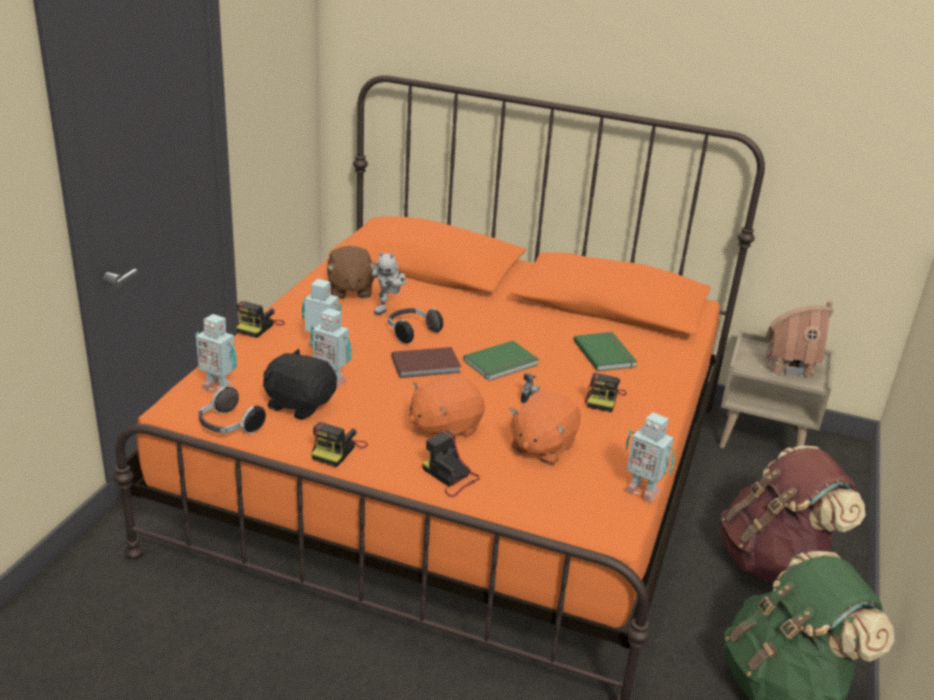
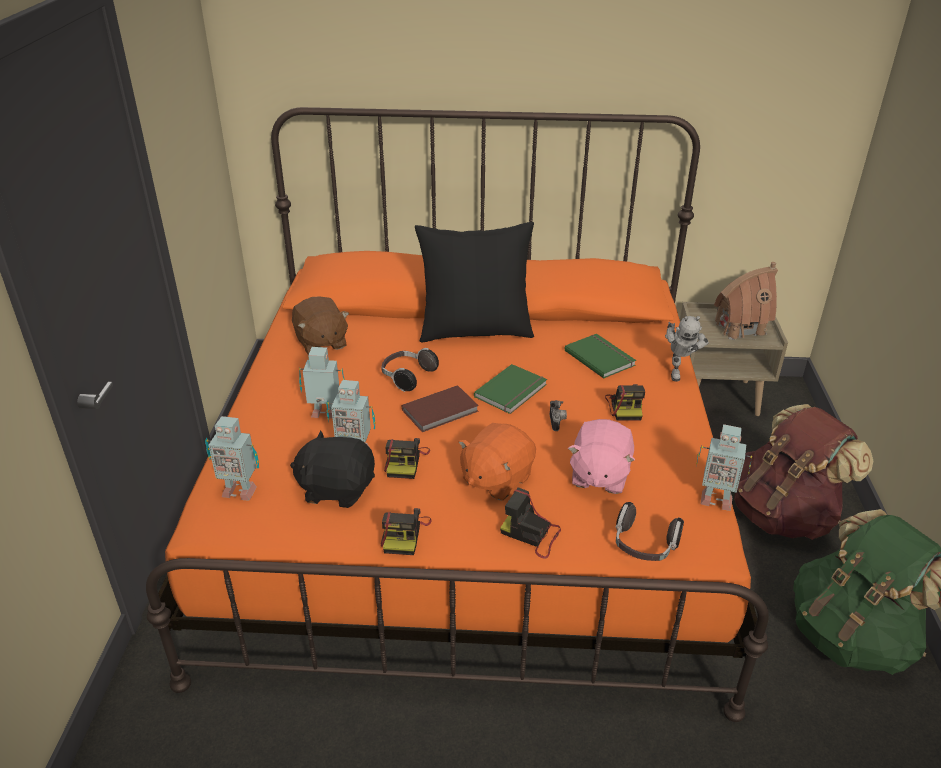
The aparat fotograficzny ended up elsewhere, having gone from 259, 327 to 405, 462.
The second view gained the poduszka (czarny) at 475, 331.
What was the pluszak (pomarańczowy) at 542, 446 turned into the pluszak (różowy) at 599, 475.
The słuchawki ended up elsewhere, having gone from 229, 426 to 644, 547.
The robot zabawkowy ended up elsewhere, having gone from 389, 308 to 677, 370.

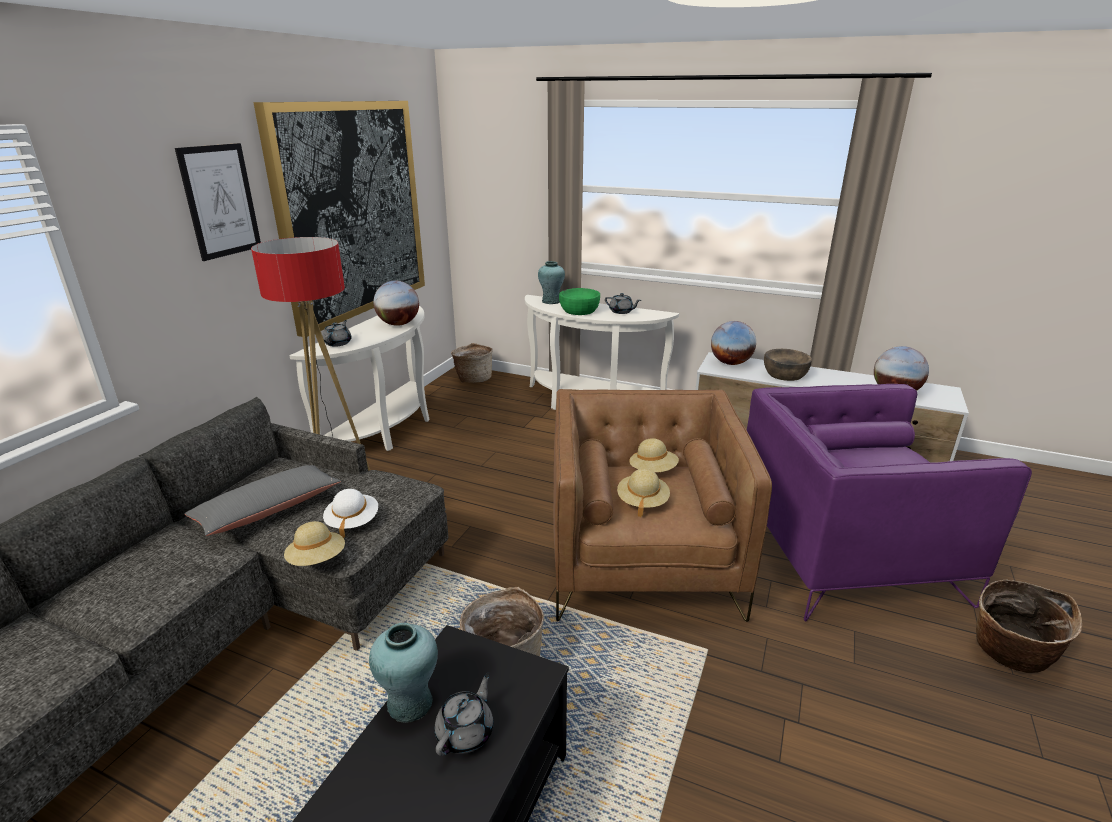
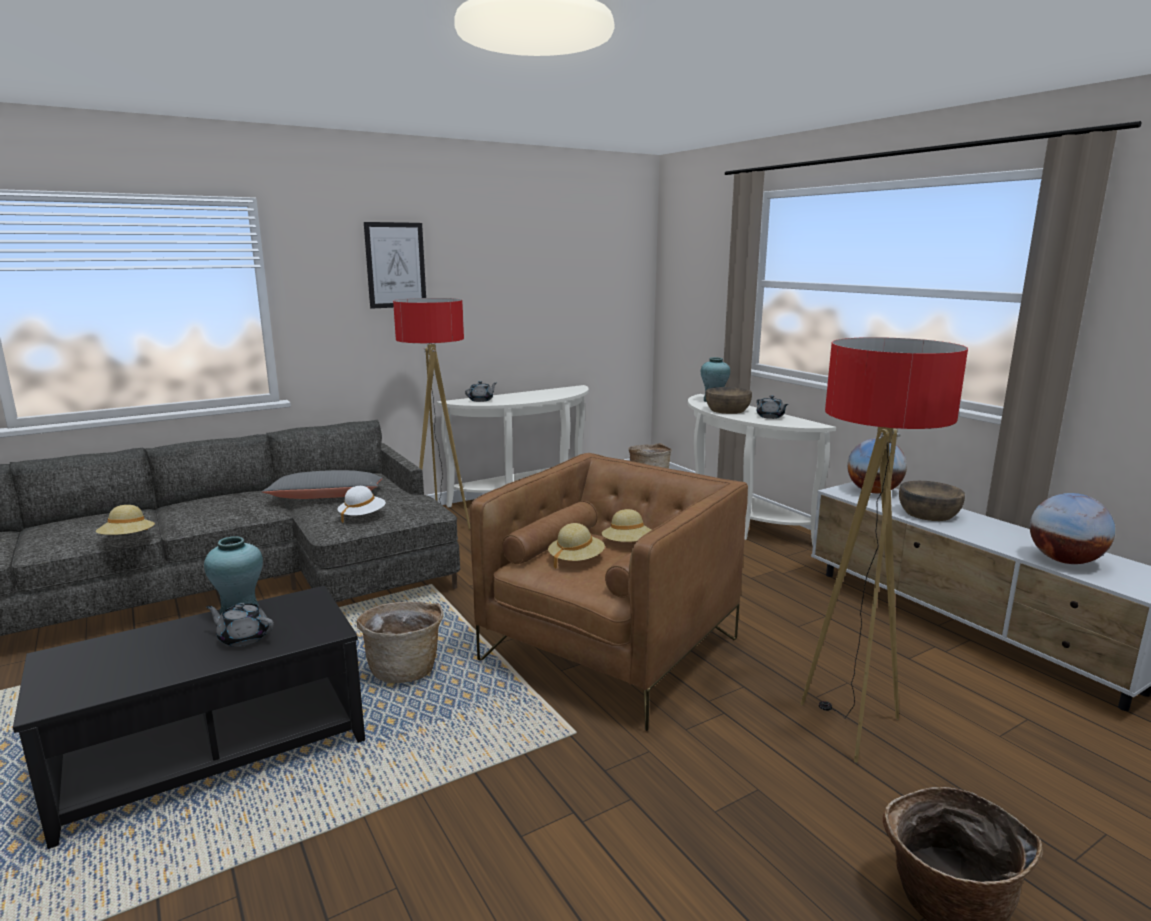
The kapelusz (beżowy) ended up elsewhere, having gone from 317, 560 to 128, 539.
The imbryk (szary) at 466, 732 ended up facing another way, 135 degrees counterclockwise from before.
What was the miska (zielony) at 579, 310 turned into the miska (brązowy) at 727, 410.
Where the fotel (fioletowy) stood at 843, 555, the lampa stojąca came to stand at 850, 727.
The second view lost the obraz at 351, 211.
The second view lost the globus at 399, 324.

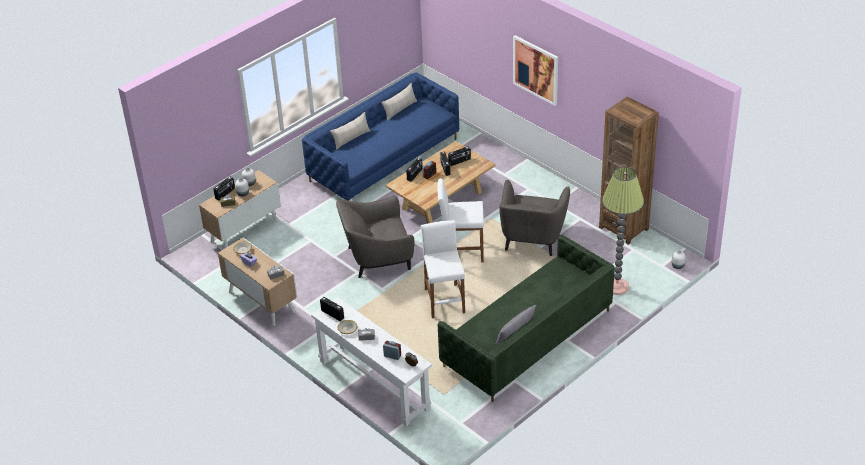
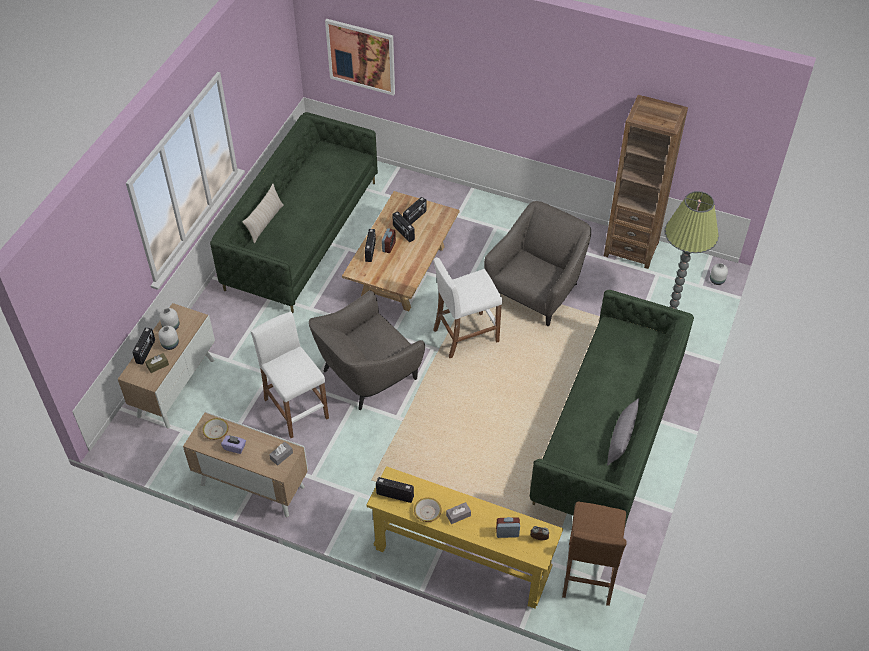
What was the kanapa (niebieski) at 384, 159 turned into the kanapa (zielony) at 302, 234.
The stołek (biały) ended up elsewhere, having gone from 444, 301 to 296, 408.
The obraz ended up elsewhere, having gone from 536, 70 to 361, 56.
What was the stolik konsolowy (biały) at 374, 384 turned into the stolik konsolowy (żółty) at 462, 560.
The fotel (szary) at 532, 237 ended up facing another way, 135 degrees counterclockwise from before.
The second view gained the stołek (brązowy) at 589, 573.
The second view lost the poduszka (beżowy) at 400, 109.

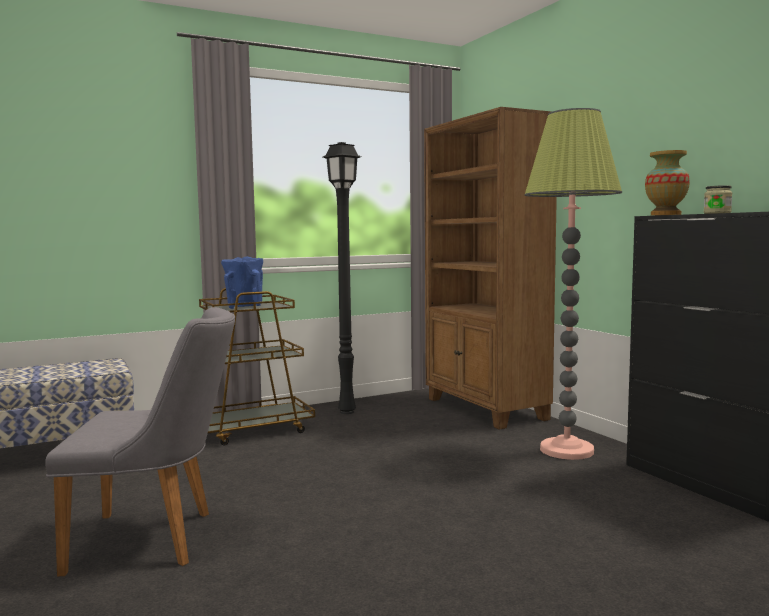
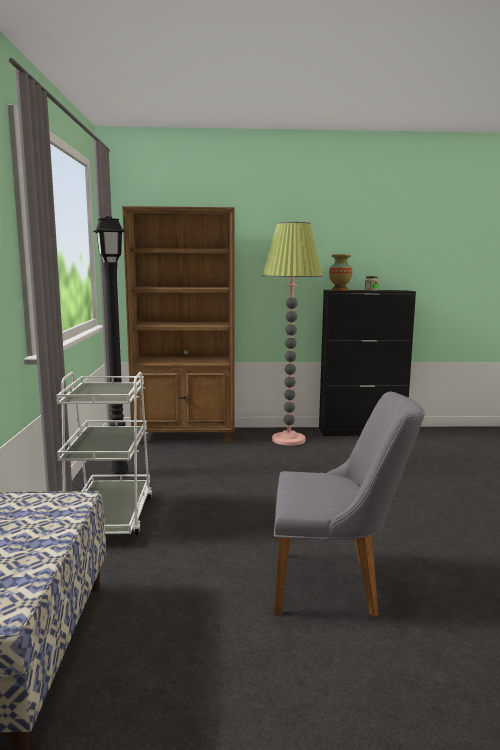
What was the wózek (brązowy) at 251, 430 turned into the wózek (biały) at 110, 517.
The krzesło (szary) at 157, 539 ended up facing another way, 75 degrees clockwise from before.
The second view lost the wazon (niebieski) at 244, 306.

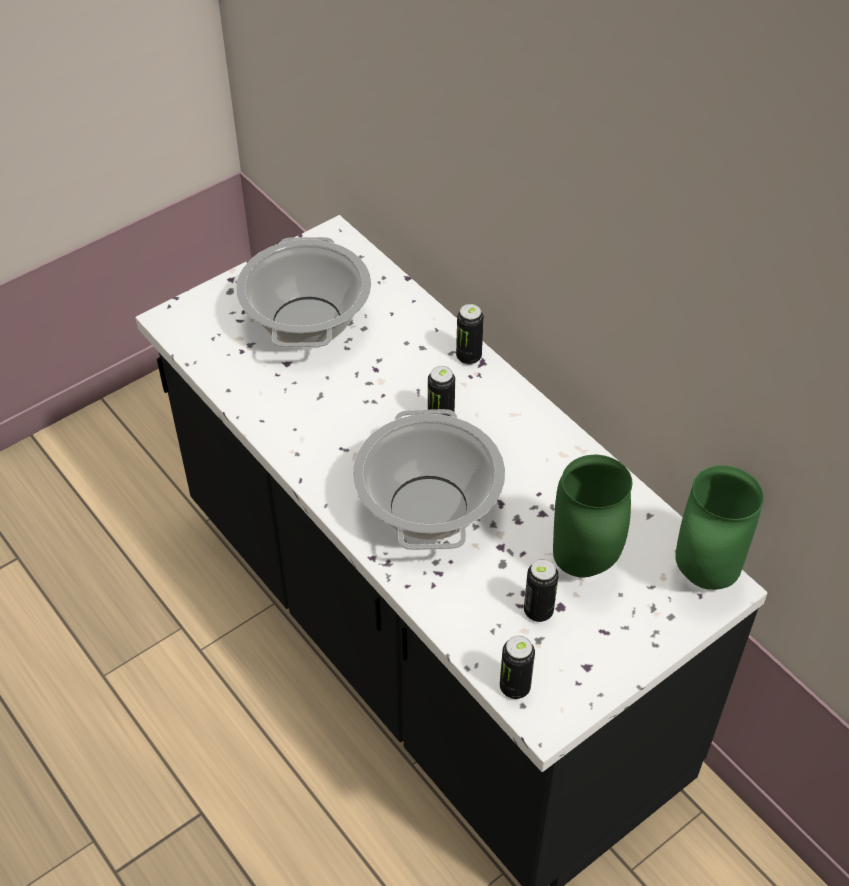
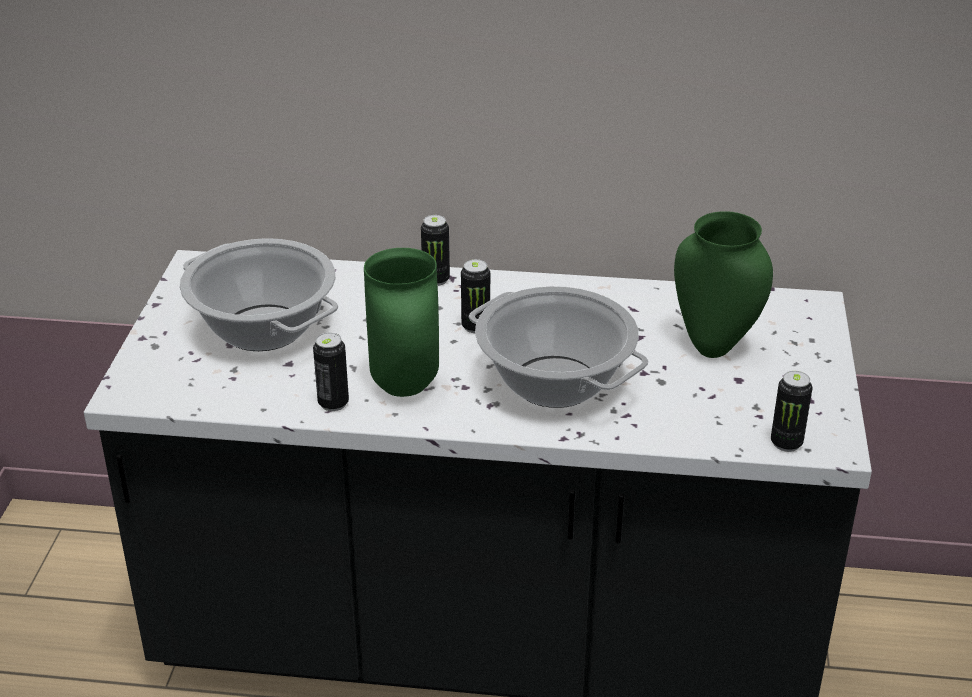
The puszka ended up elsewhere, having gone from 538, 611 to 333, 403.
The wazon (zielony) ended up elsewhere, having gone from 705, 577 to 407, 387.

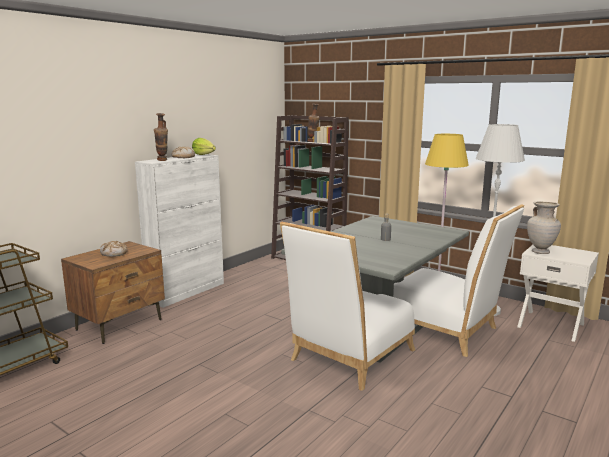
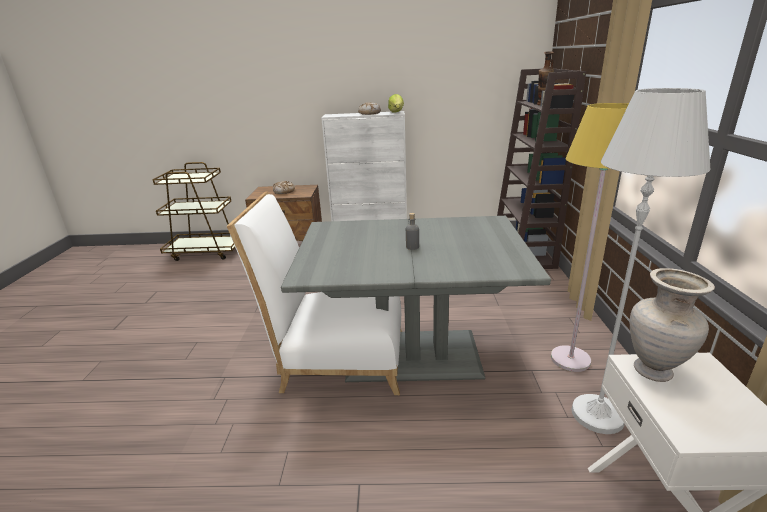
The second view lost the wazon at 162, 160.
The second view lost the krzesło (biały) at 446, 331.

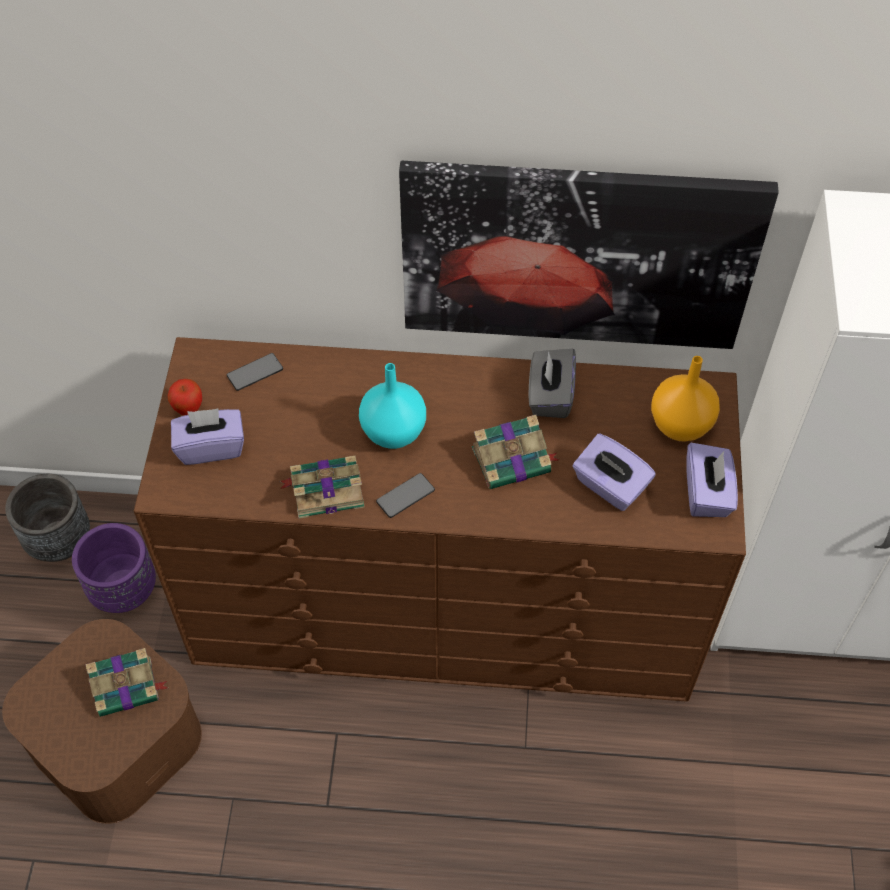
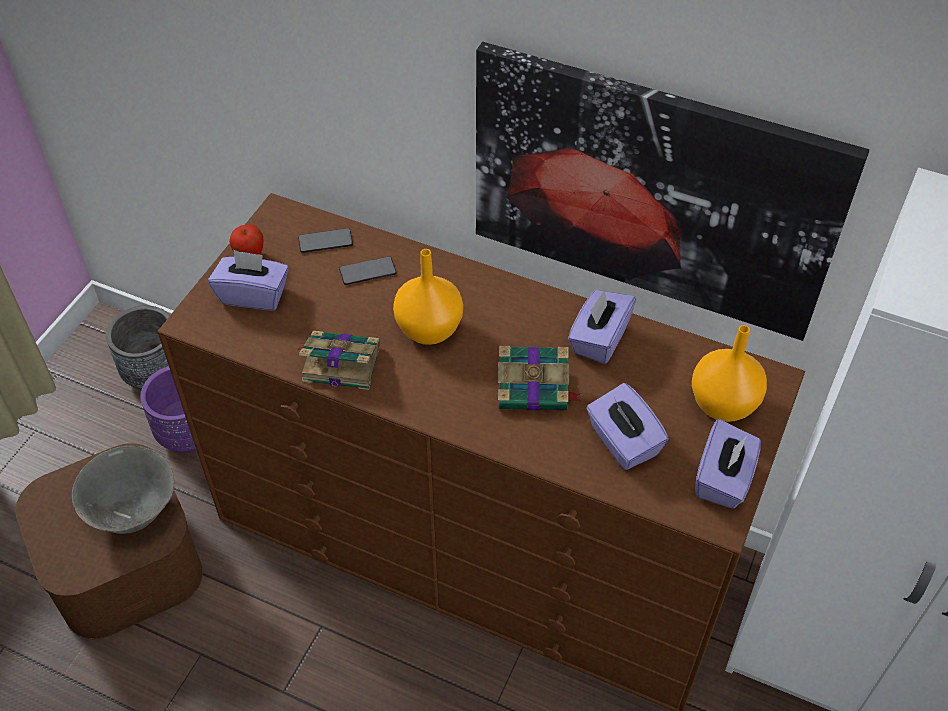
Where the książka stood at 127, 686, the miska (szary) came to stand at 134, 511.
The telefon ended up elsewhere, having gone from 405, 496 to 367, 271.
What was the wazon (turkusowy) at 393, 431 turned into the wazon (pomarańczowy) at 429, 328.
What was the pudełko chusteczek (szary) at 550, 396 turned into the pudełko chusteczek (fioletowy) at 599, 339.

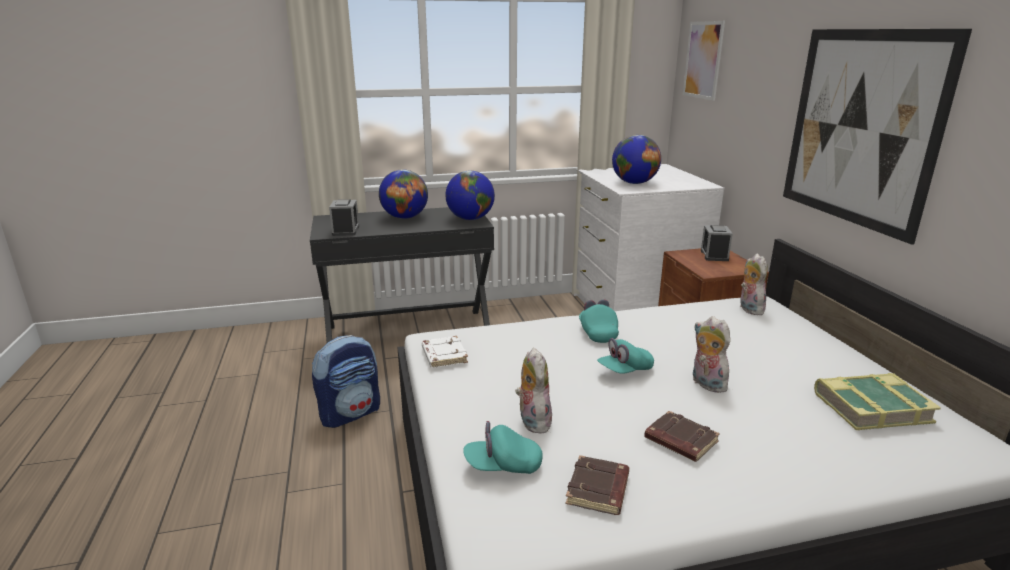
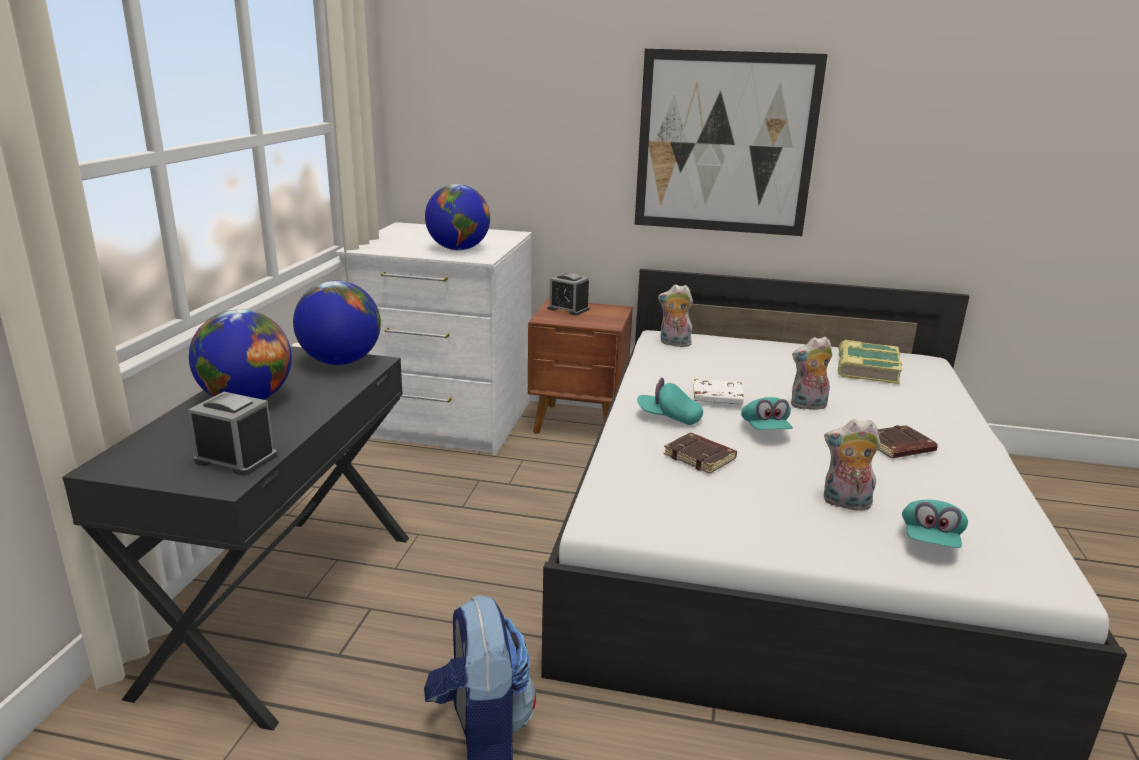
The książka (brązowy) ended up elsewhere, having gone from 598, 490 to 700, 457.
The książka (biały) ended up elsewhere, having gone from 443, 355 to 716, 397.
The second view lost the obraz at 703, 60.

